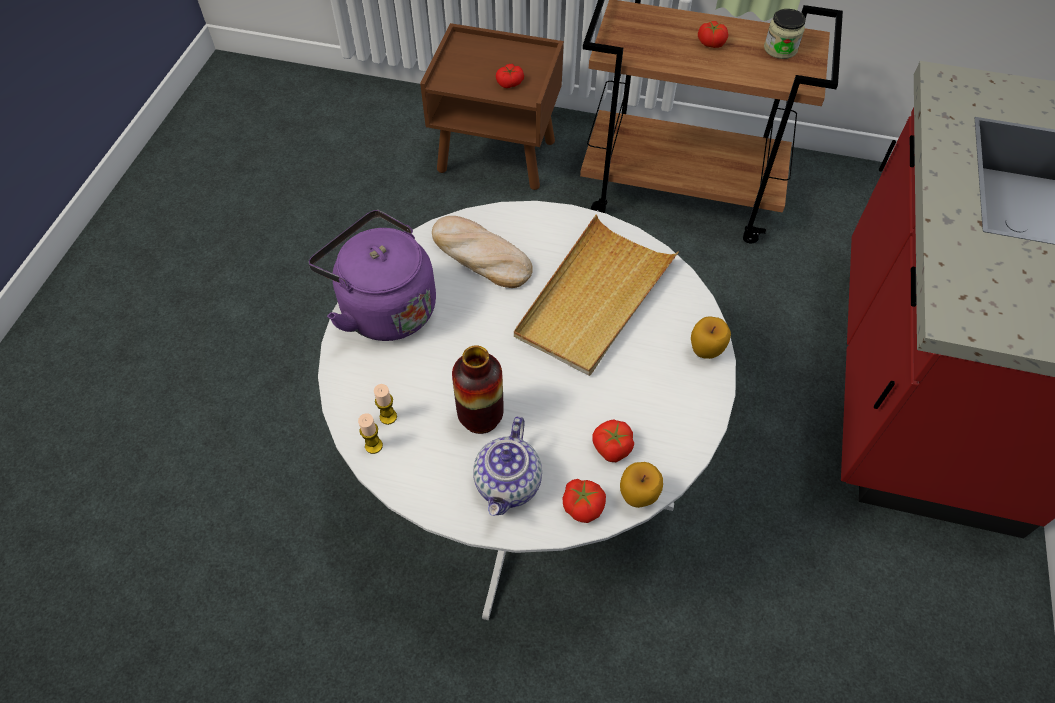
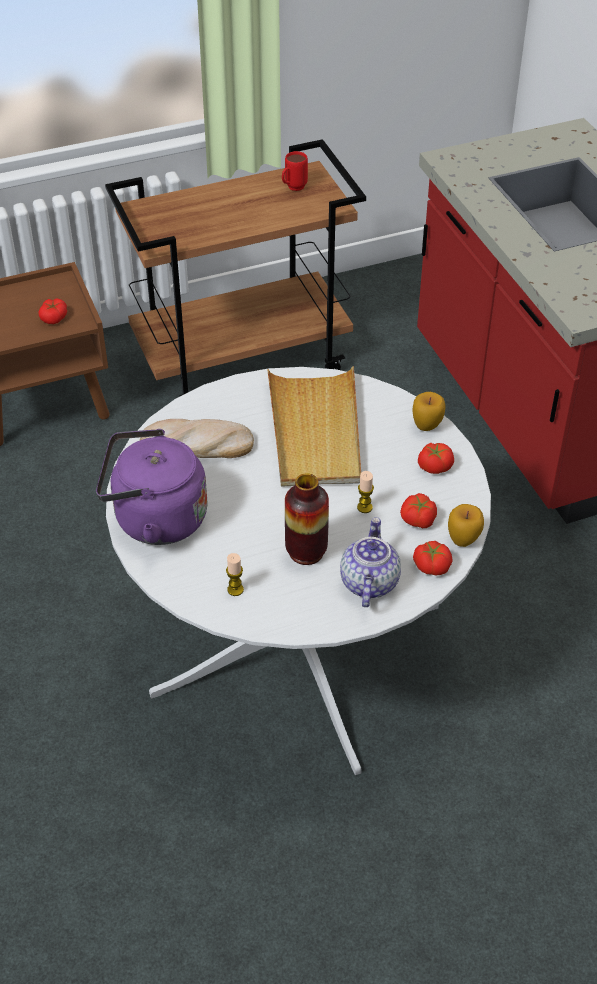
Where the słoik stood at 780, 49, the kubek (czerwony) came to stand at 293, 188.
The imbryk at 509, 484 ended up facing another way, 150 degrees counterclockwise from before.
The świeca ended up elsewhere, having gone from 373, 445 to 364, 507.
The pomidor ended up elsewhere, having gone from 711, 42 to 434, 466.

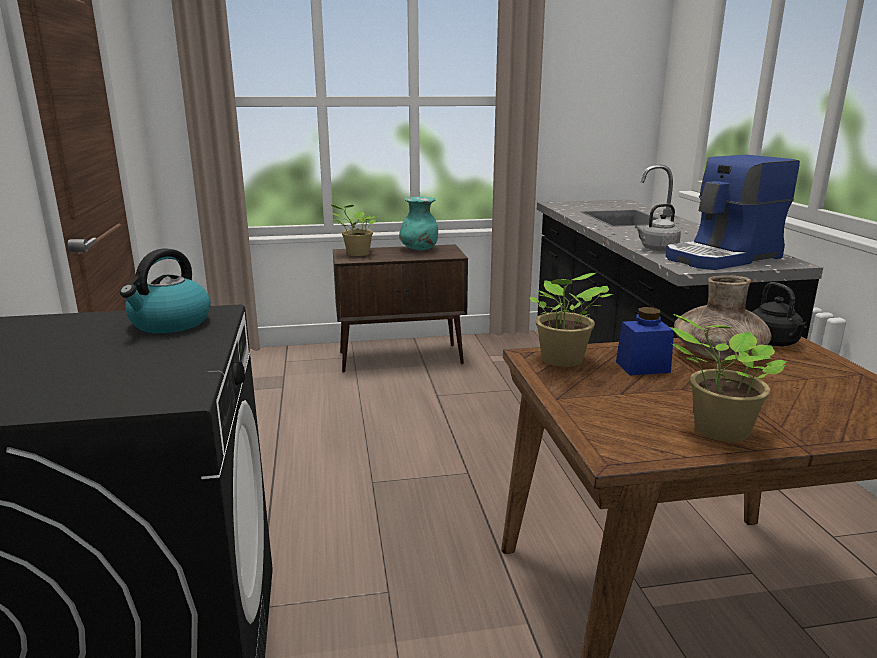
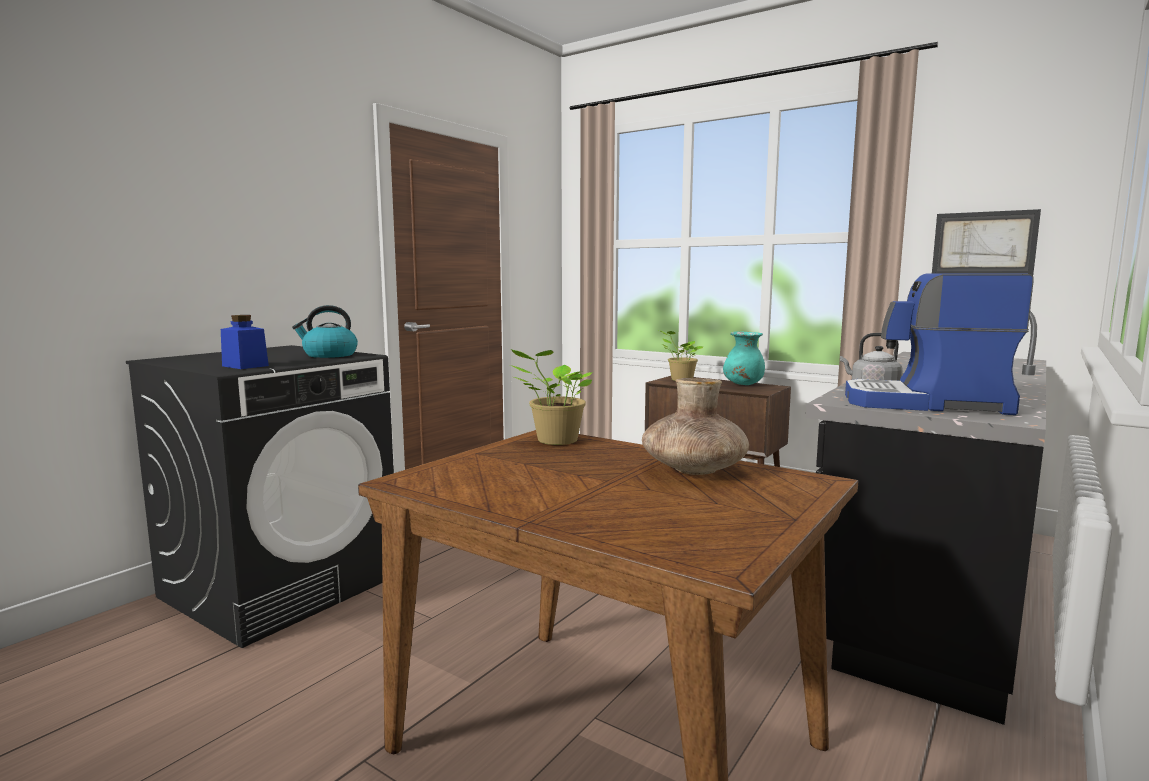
The słoik (niebieski) ended up elsewhere, having gone from 642, 367 to 245, 366.
The second view gained the obraz at 983, 243.
The second view lost the roślina doniczkowa at 717, 430.
The second view lost the czajnik (czarny) at 774, 343.

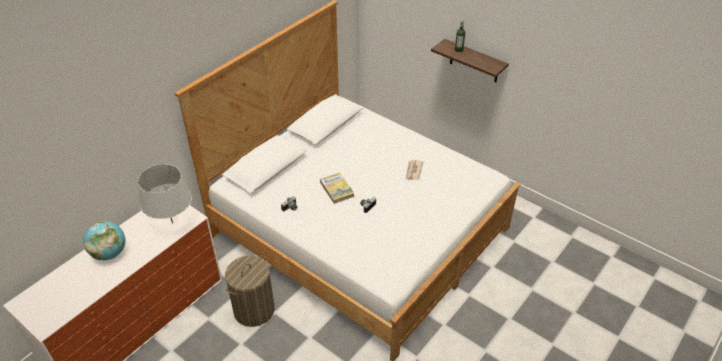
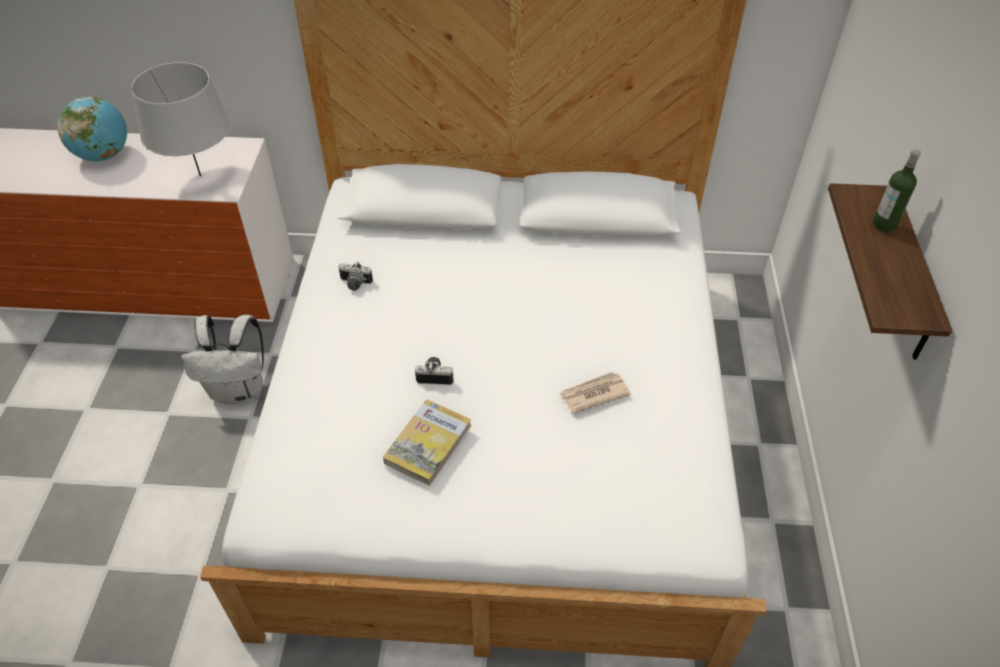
Where the kosz na pranie stood at 254, 310, the plecak (biały) came to stand at 240, 390.
The książka ended up elsewhere, having gone from 337, 189 to 428, 444.

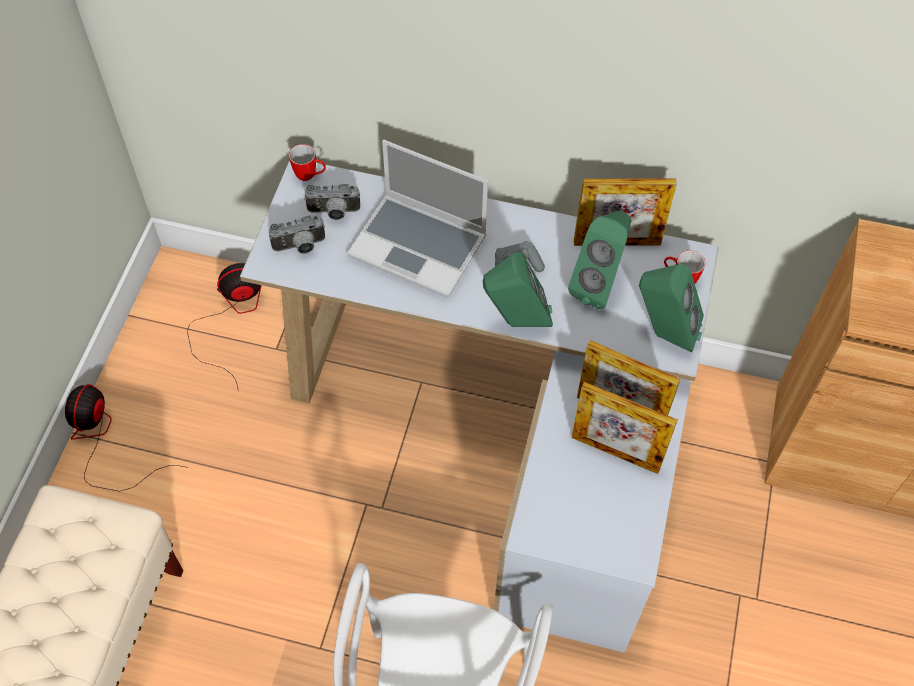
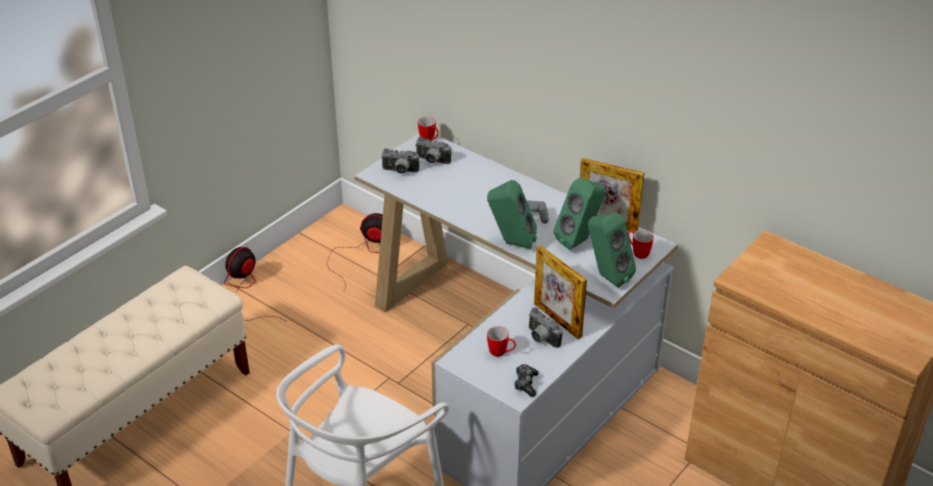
The second view gained the kubek at 501, 353.
The second view gained the pad do gier at 526, 384.
Where the ramka na zdjęcie stood at 615, 452, the aparat fotograficzny came to stand at 541, 338.
The second view lost the laptop at 420, 246.

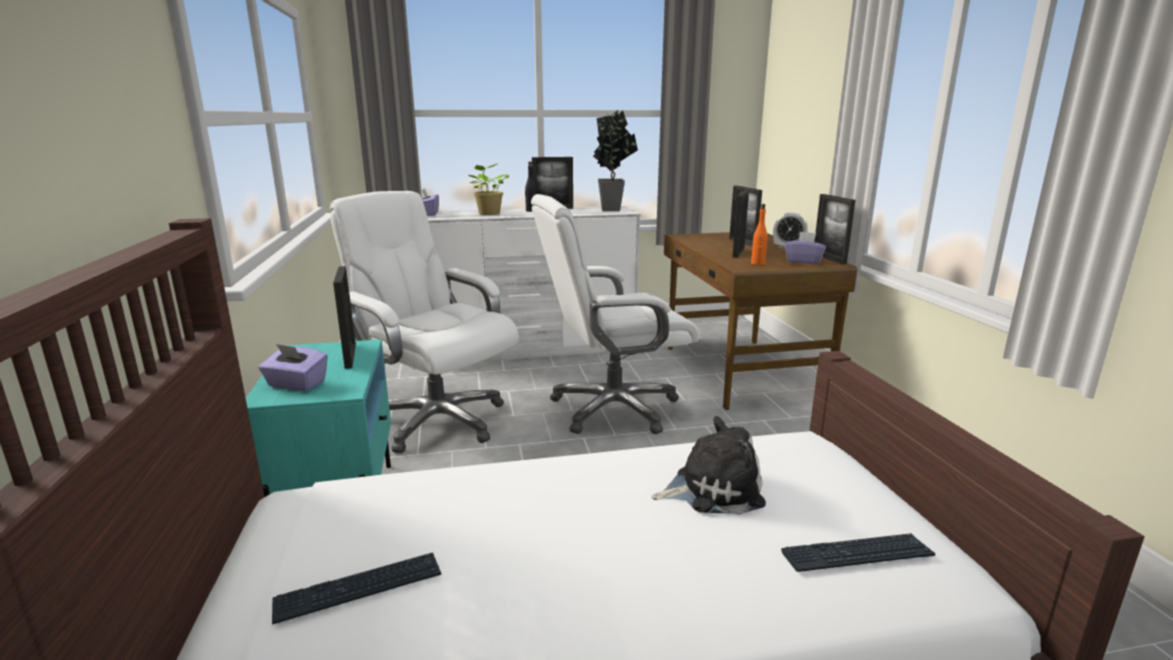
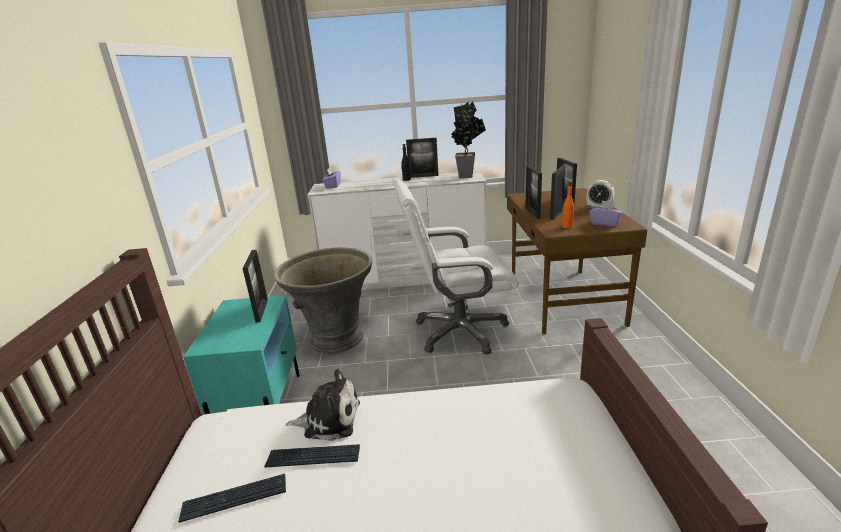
The klawiatura ended up elsewhere, having gone from 856, 555 to 313, 457.
Where the krzesło biurowe (biały) stood at 437, 420, the donica (szary) came to stand at 335, 339.
The pluszak ended up elsewhere, having gone from 712, 489 to 329, 419.
The ramka na zdjęcie ended up elsewhere, having gone from 829, 258 to 532, 213.
The second view lost the pudełko chusteczek (fioletowy) at 296, 384.
The second view lost the roślina doniczkowa at 489, 214.

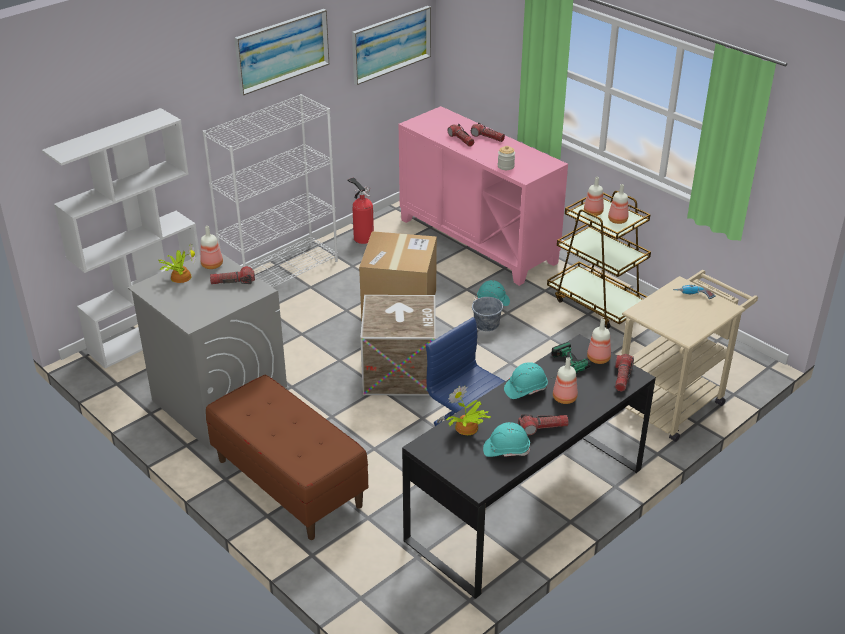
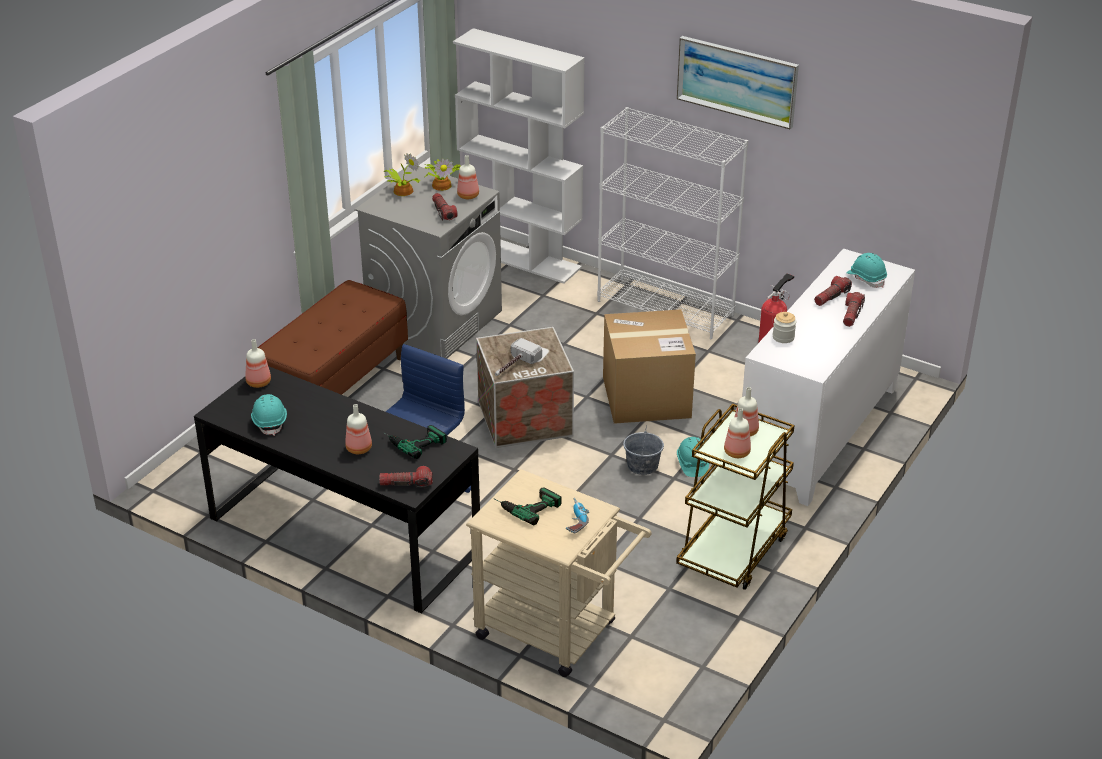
The butelka ended up elsewhere, having gone from 599, 359 to 258, 383.
The roślina doniczkowa ended up elsewhere, having gone from 466, 428 to 402, 191.
The second view gained the wiertarka at 526, 505.
The second view gained the młotek at 514, 366.
What was the szafka (różowy) at 478, 241 turned into the szafka (biały) at 820, 433.
The kask (turkusowy) ended up elsewhere, having gone from 525, 389 to 866, 278.
The second view lost the obraz at 391, 44.
The second view lost the latarka at 542, 428.

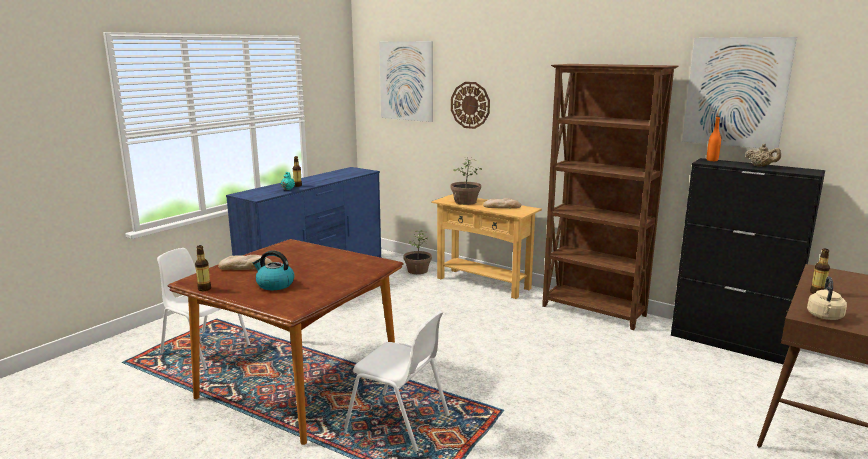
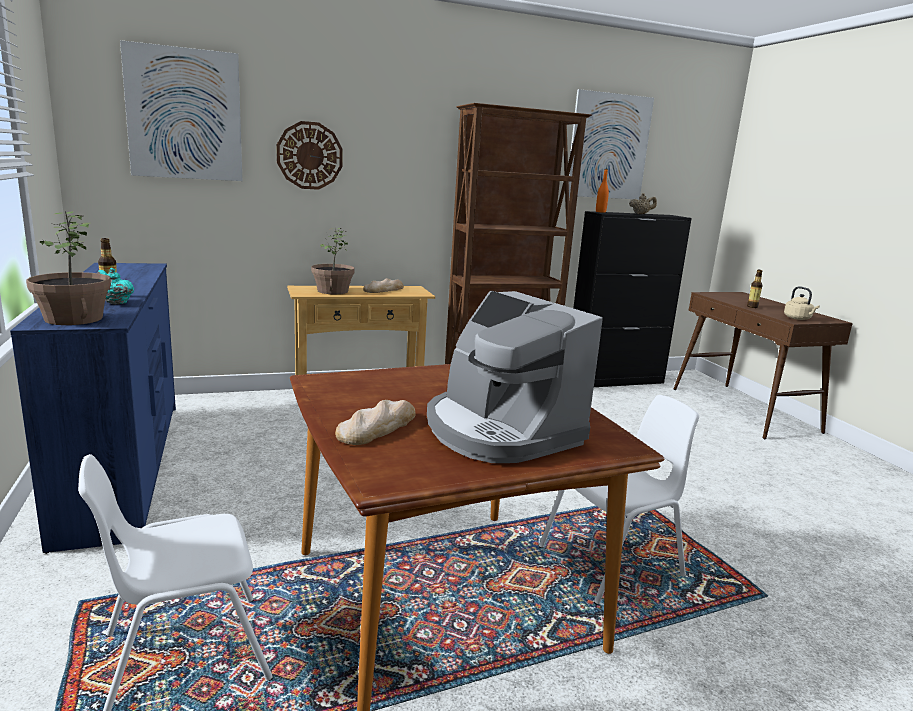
The roślina doniczkowa ended up elsewhere, having gone from 417, 270 to 73, 319.
Where the czajnik stood at 274, 284, the ekspres do kawy came to stand at 500, 431.
The second view lost the butelka at 204, 289.

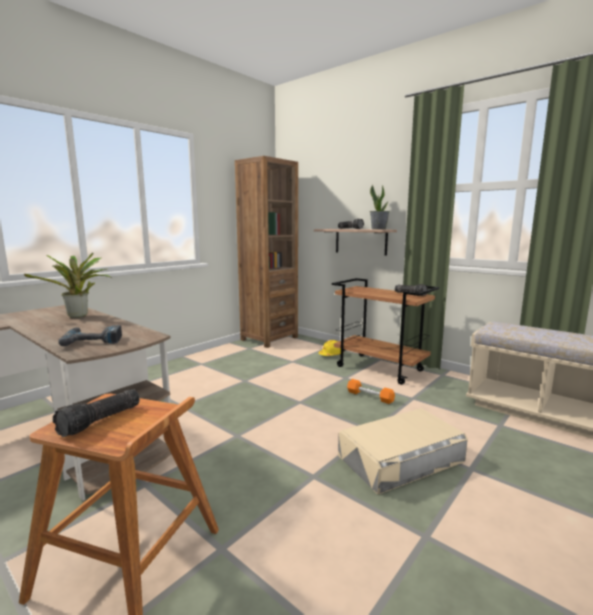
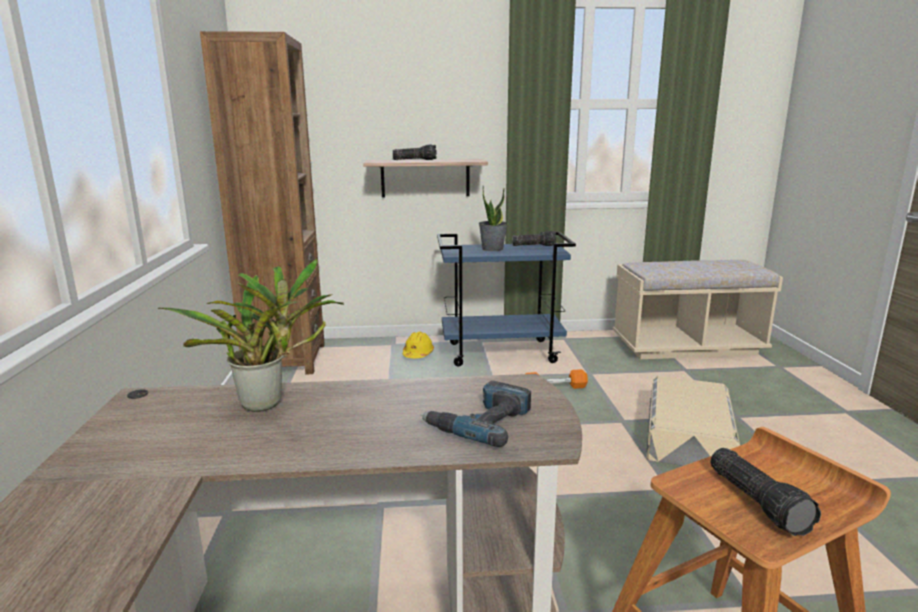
What was the wózek (brązowy) at 380, 368 turned into the wózek (niebieski) at 502, 352.
The roślina doniczkowa ended up elsewhere, having gone from 378, 229 to 492, 249.

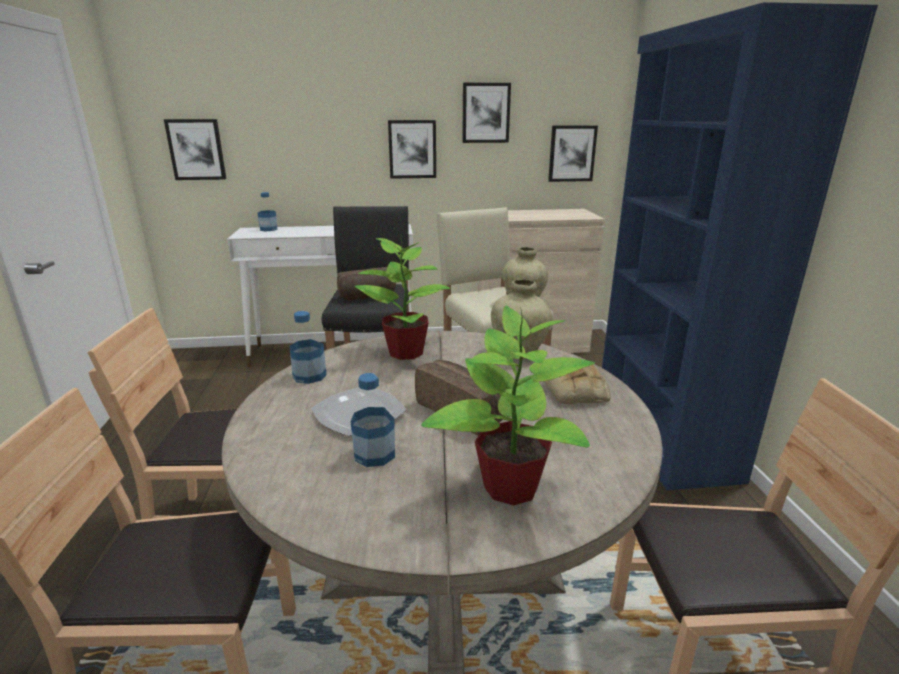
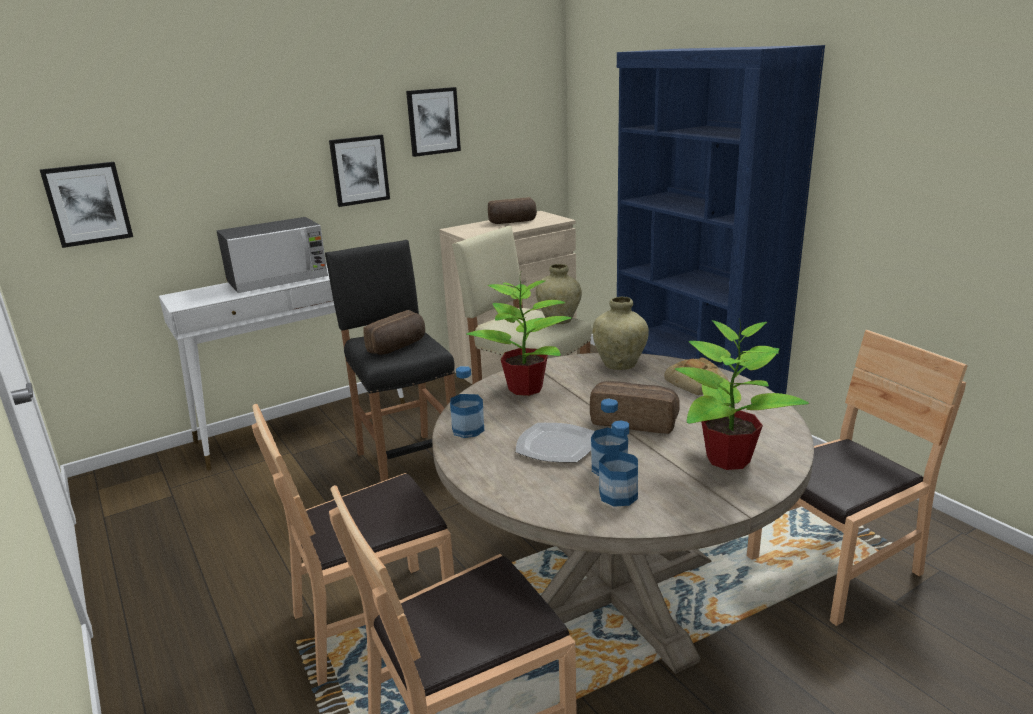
The second view gained the mikrofalówka at 278, 280.
The second view gained the chleb at 513, 222.
The butelka ended up elsewhere, having gone from 268, 229 to 618, 495.
The second view lost the obraz at 572, 153.

